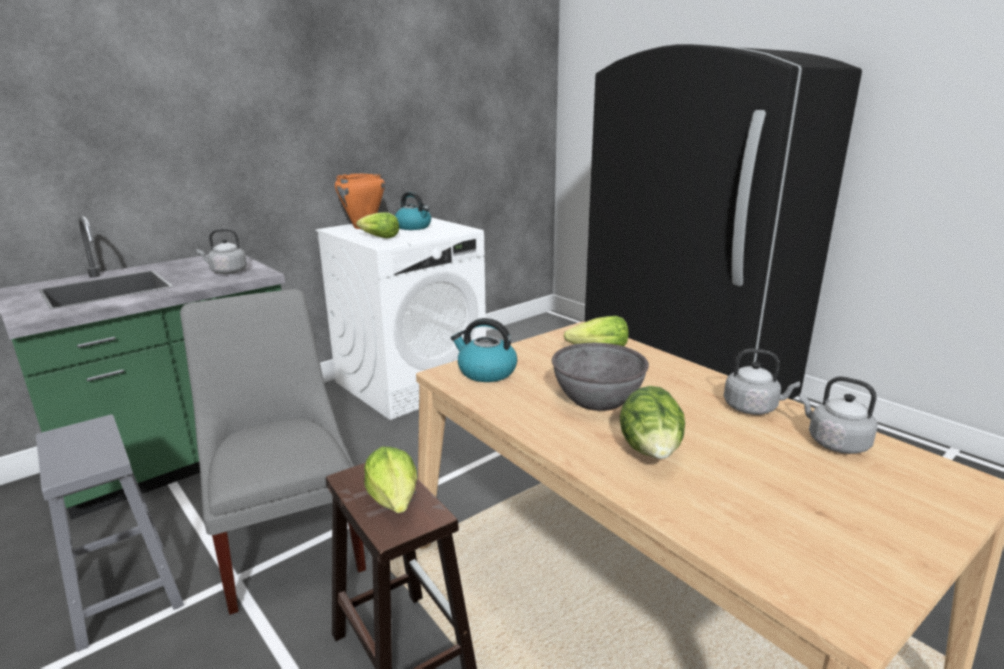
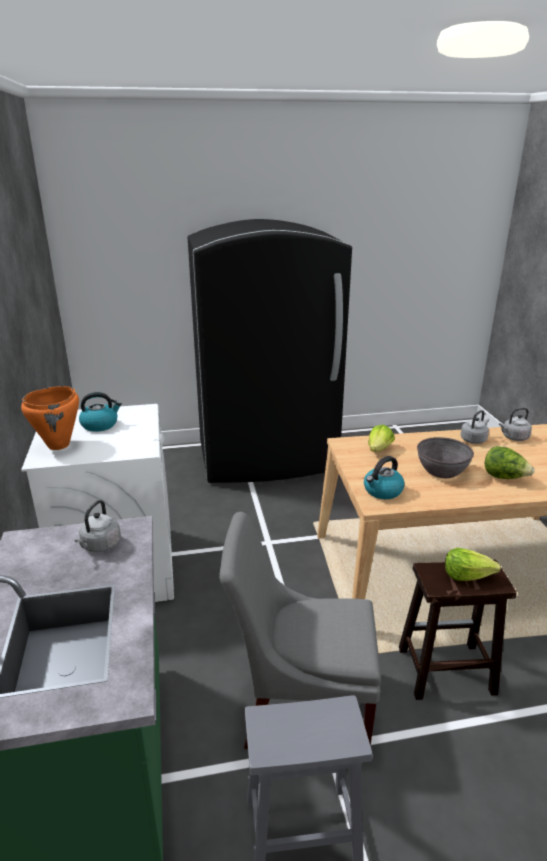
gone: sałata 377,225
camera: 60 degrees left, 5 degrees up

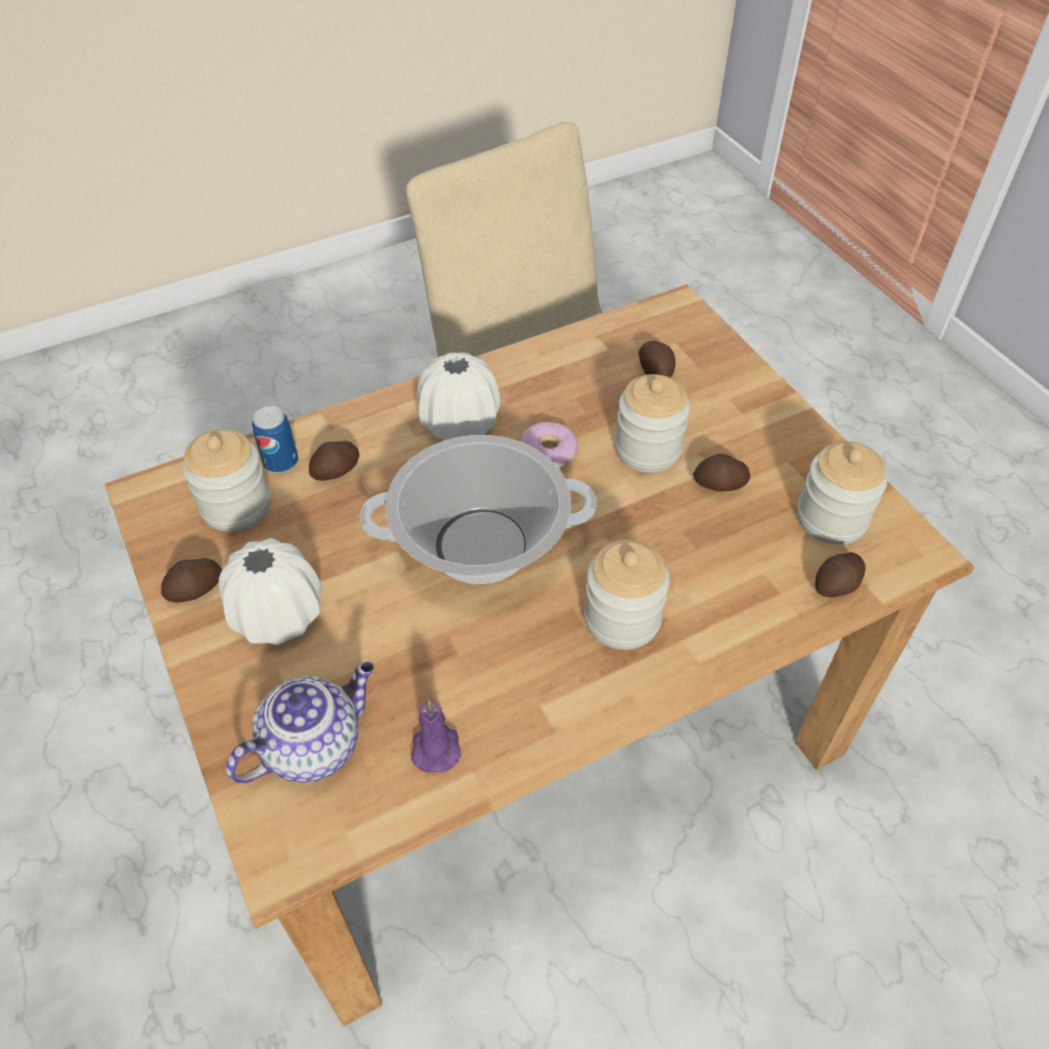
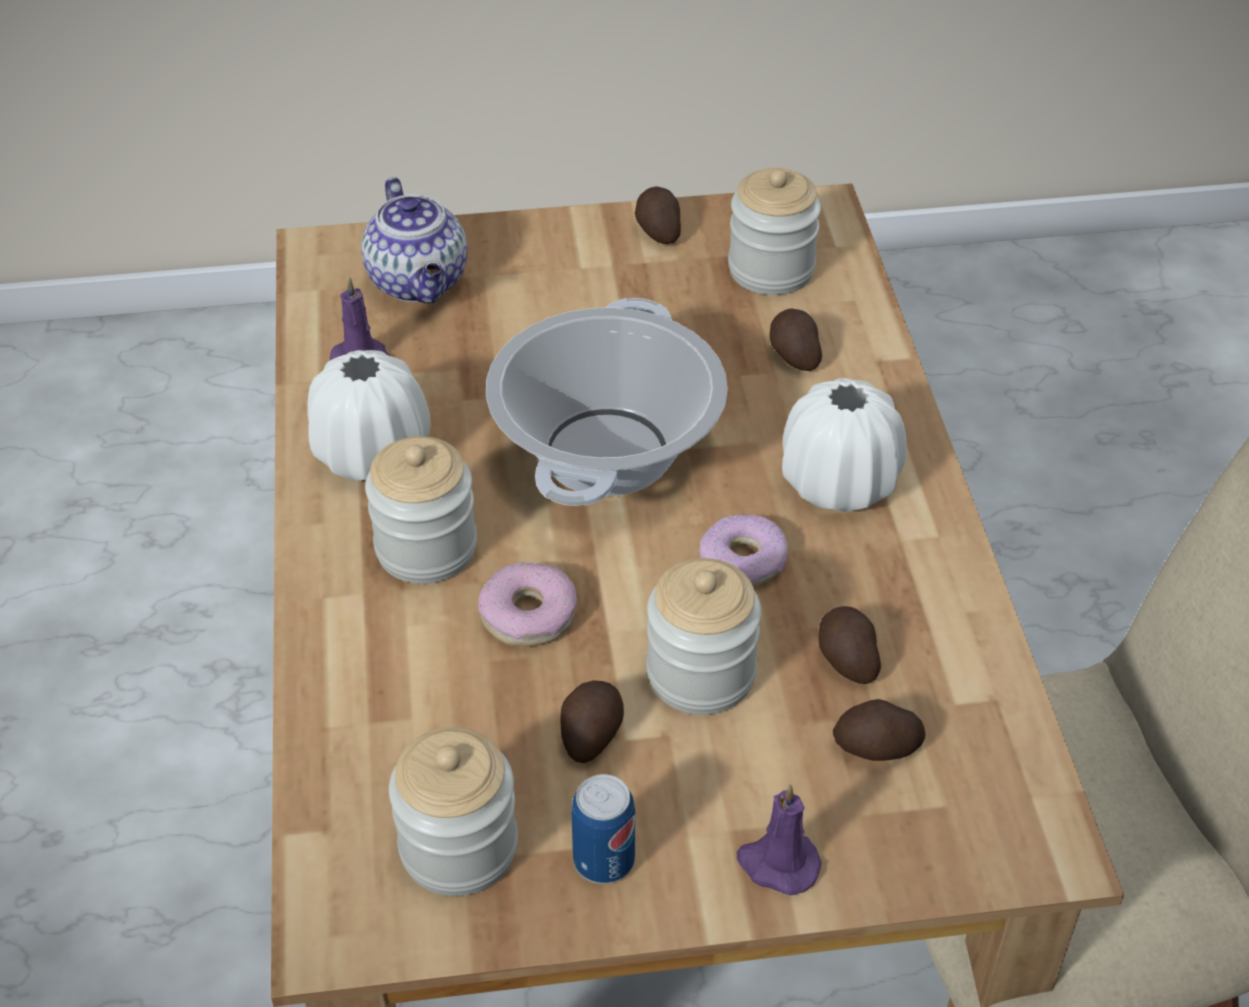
new: donut 527,604; świeca/fioletowy 779,839
shifted: wazon/biały 270,591 to 369,415; puszka 275,439 to 603,829; ziemniak 840,575 to 849,645
camera: 110 degrees right, 5 degrees down

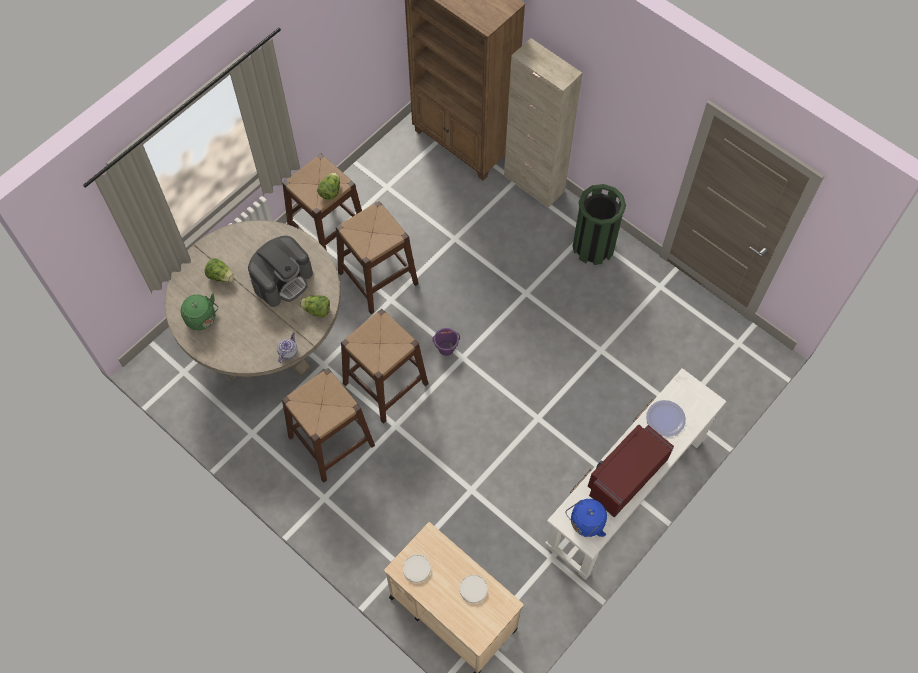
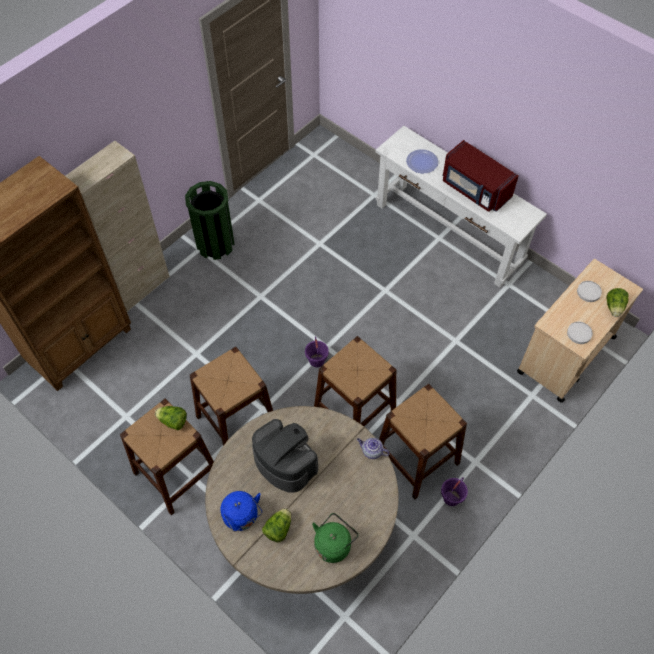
new: wiadro/fioletowy 454,491
shifted: czajnik/niebieski 586,518 to 241,511; sałata 314,306 to 617,302
camera: 90 degrees left, 5 degrees down

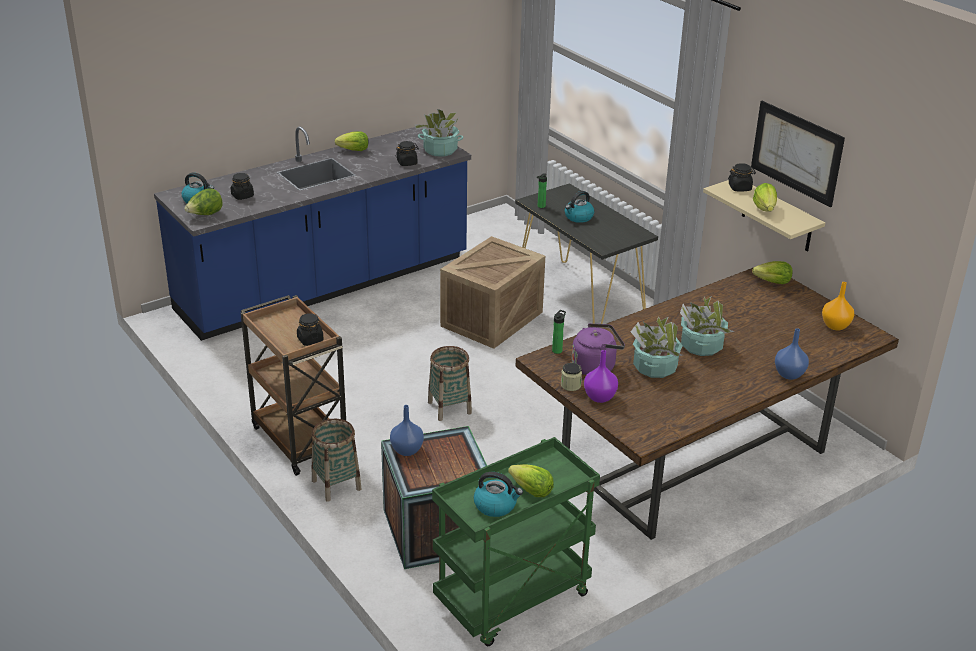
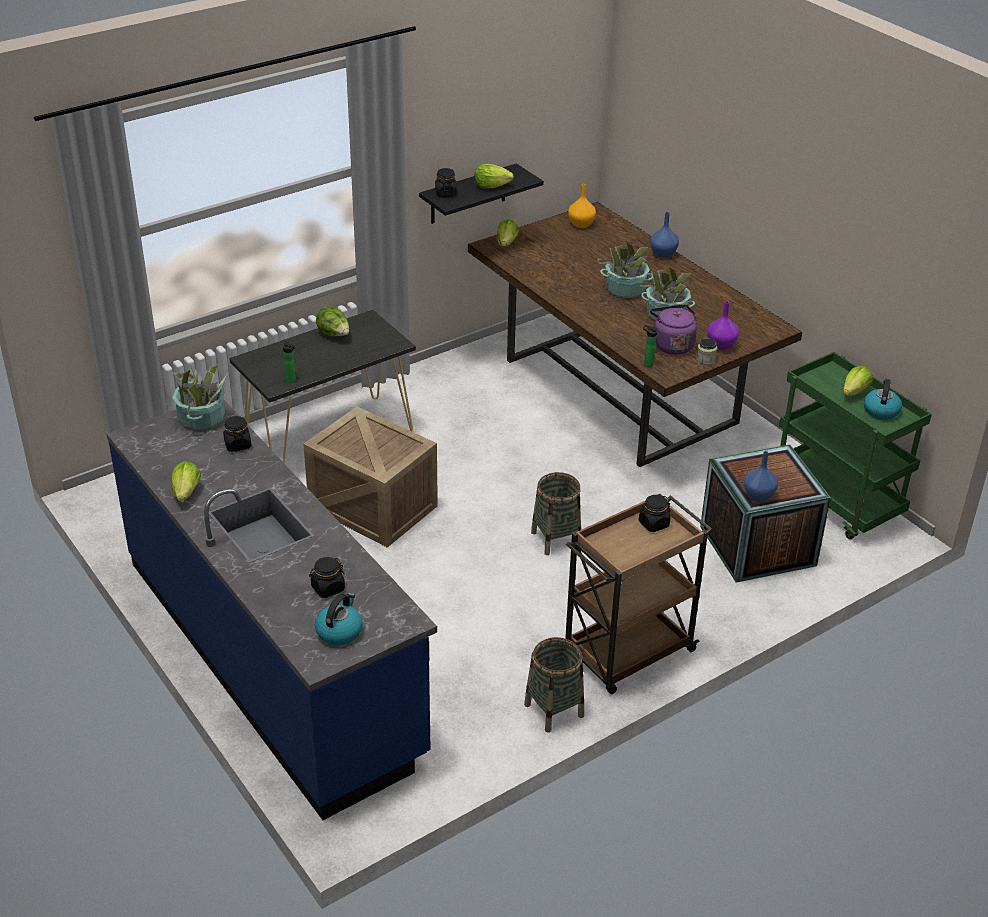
gone: czajnik 579,207; obraz 798,154
shifted: sałata 203,202 to 332,321; koszyk 336,460 to 554,685
repainted: półka/beżowy 764,216 to półka/czarny 481,193
camera: 90 degrees left, 5 degrees up

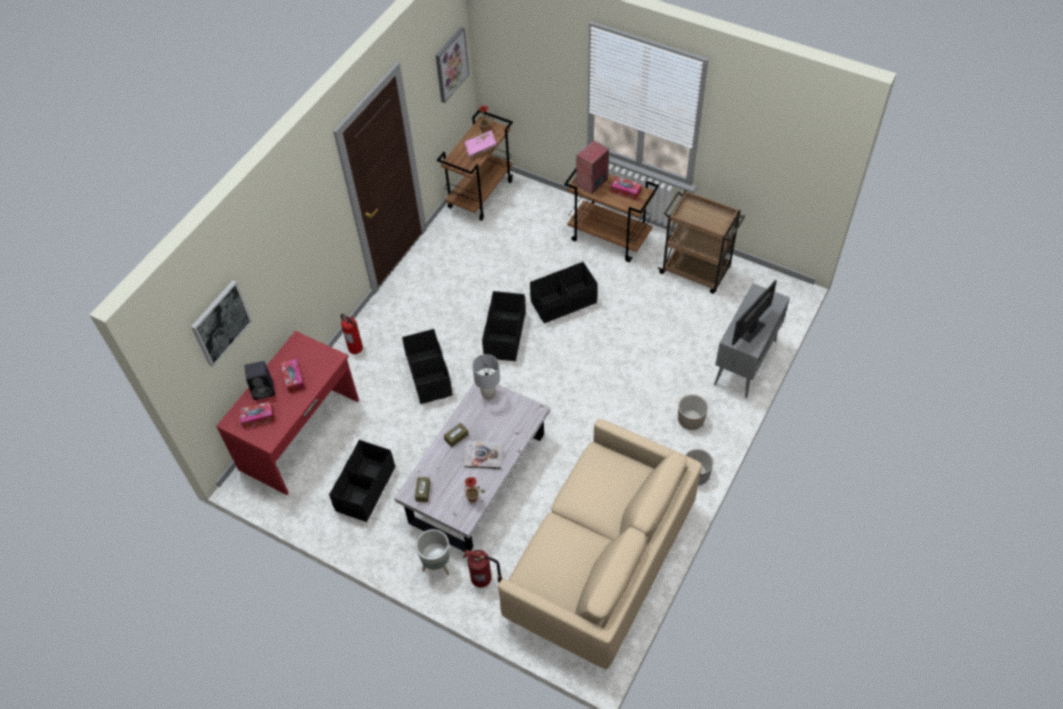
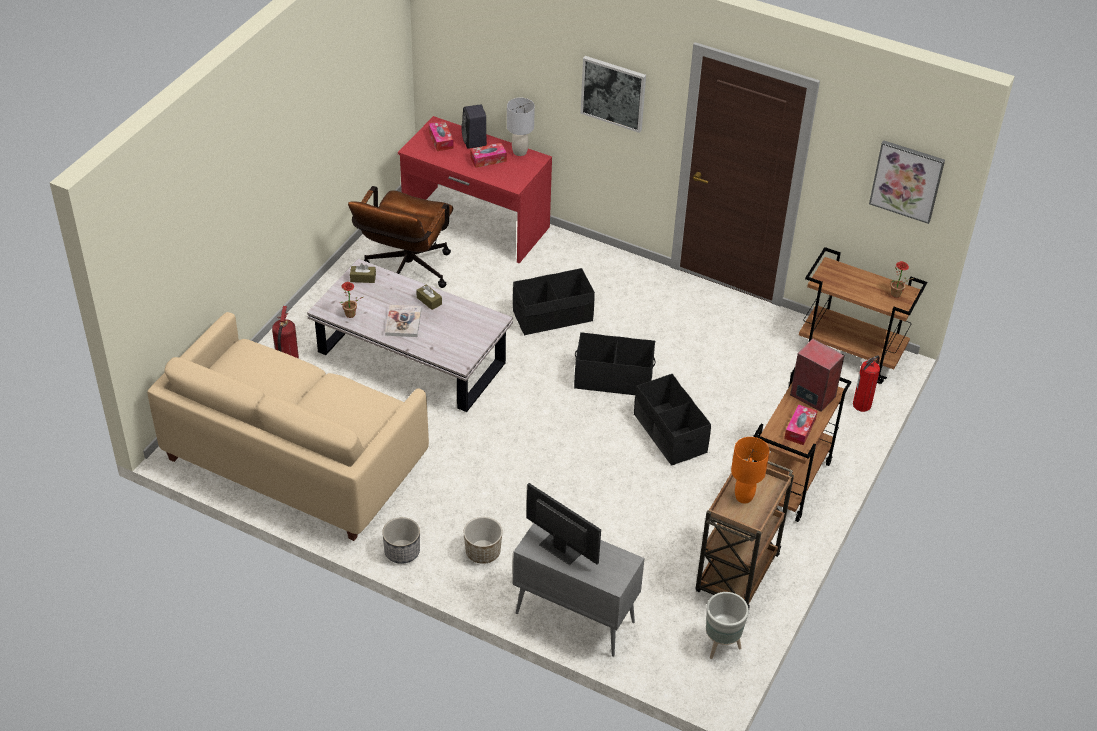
gone: książka/różowy 481,144
new: lampa stołowa/pomarańczowy 750,470
shifted: lampa stołowa/szary 486,377 to 521,127; obraz 221,323 to 613,94; donica/szary 432,552 to 727,625; gaśnica 352,334 to 866,383
swapped: pojemnik do przechowywania/czarny 362,481 to krzesło biurowe/brązowy 400,237
camera: 85 degrees right, 10 degrees down

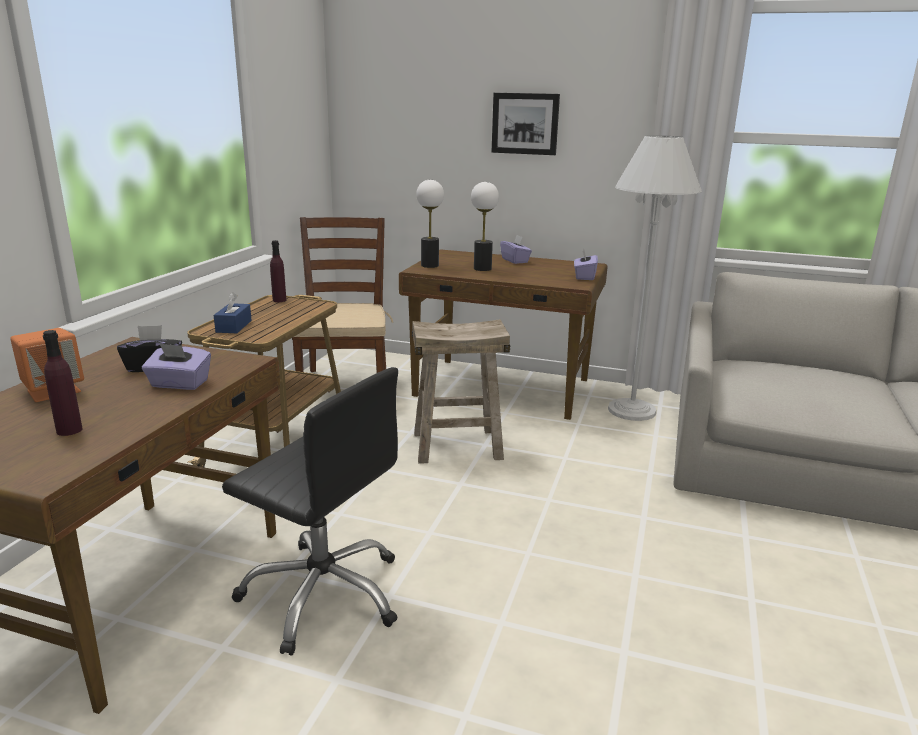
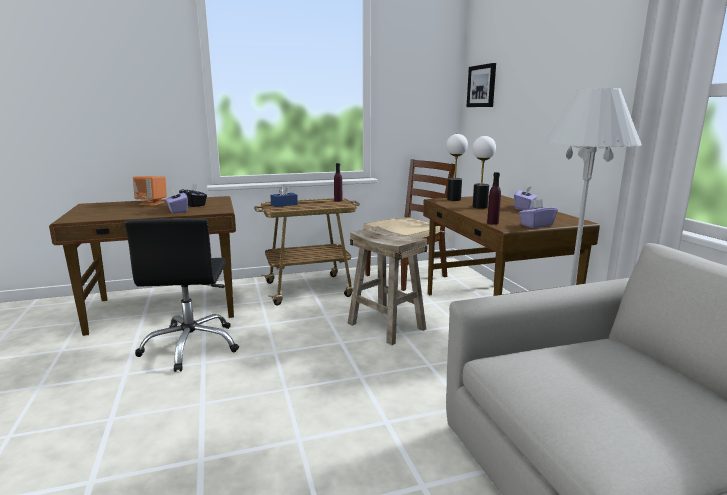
shifted: obraz 526,124 to 481,85; butelka/fioletowy 63,383 to 494,198
camera: 55 degrees right, 5 degrees down

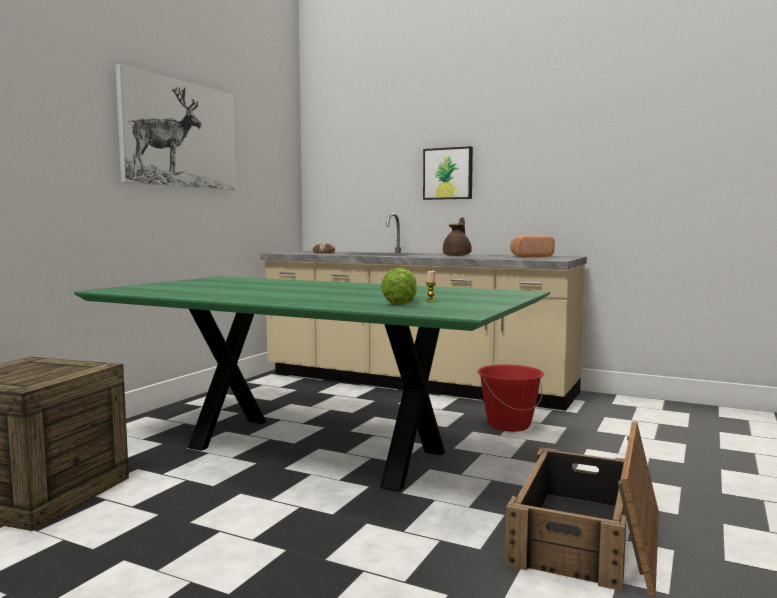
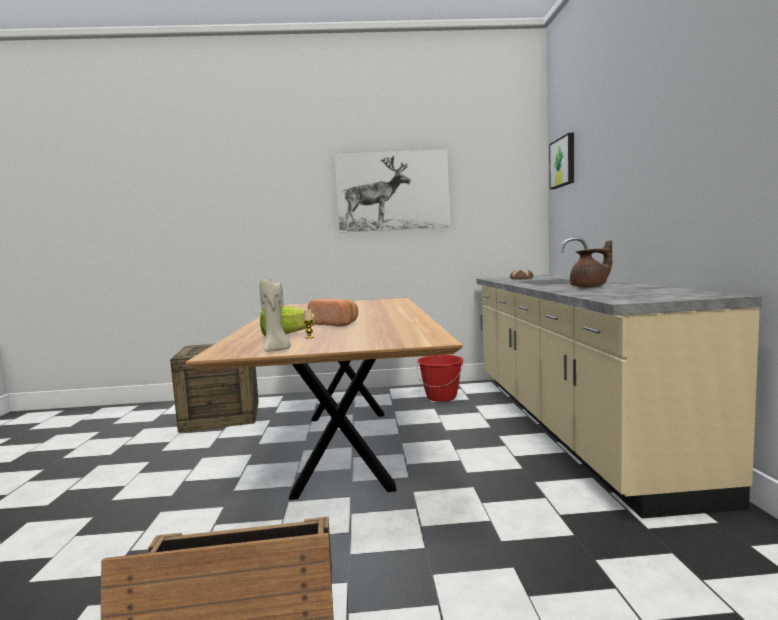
new: świeca/beżowy 275,315
shifted: chleb 533,246 to 333,312; wiadro/czerwony 510,398 to 440,378; obraz 448,173 to 561,161
repainted: stół jadalny/zielony 312,384 to stół jadalny/brązowy 324,399
camera: 60 degrees right, 0 degrees up

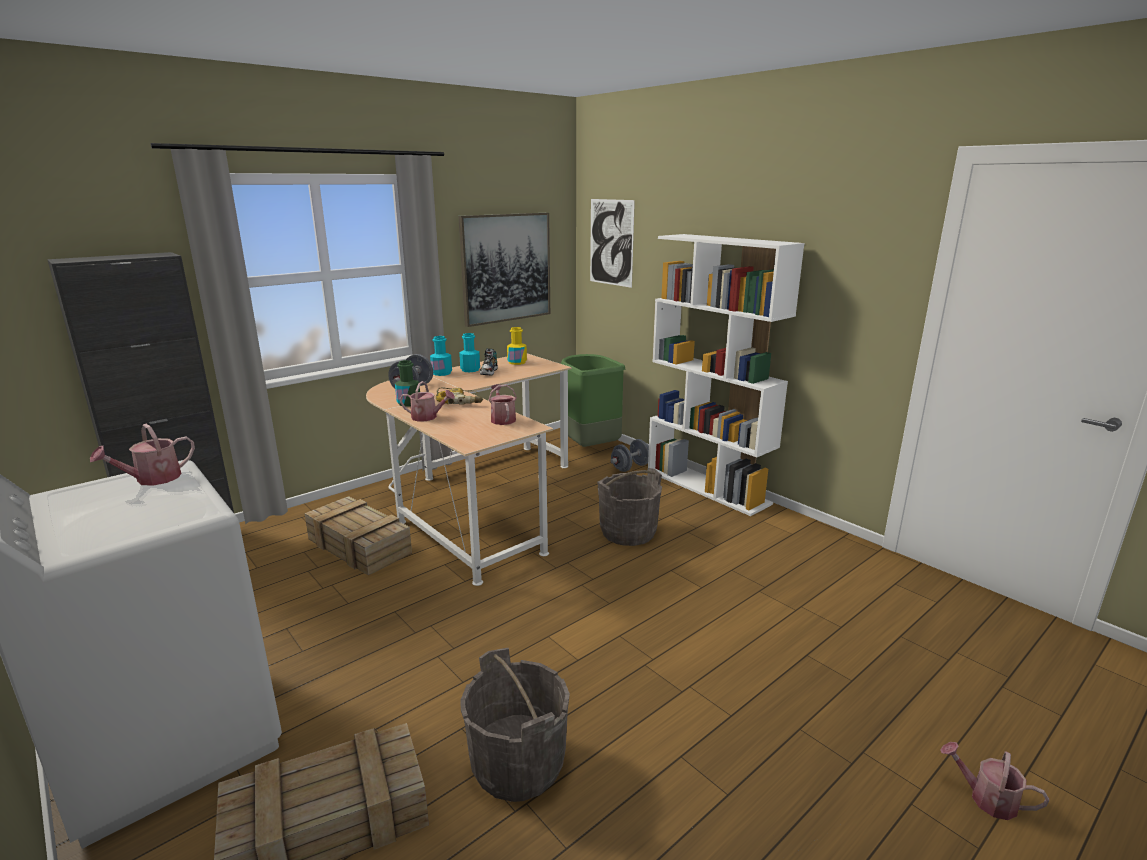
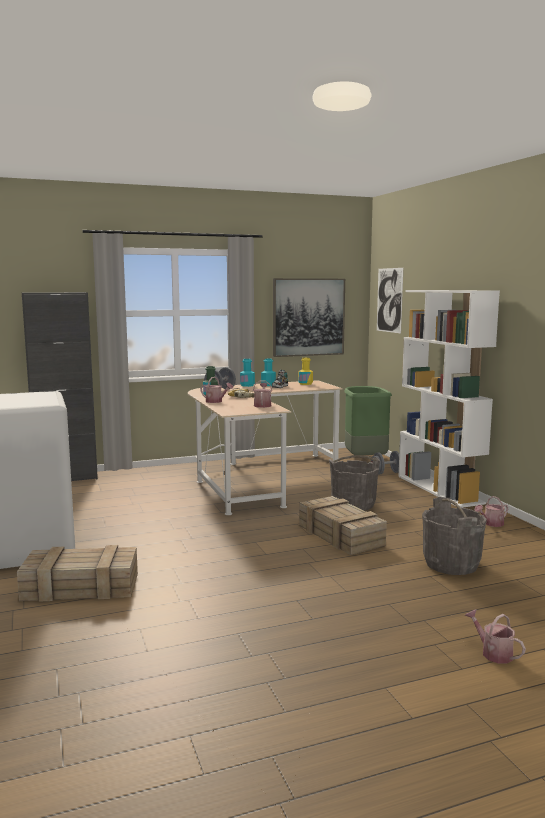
shifted: skrzynka 358,536 to 343,525; wiadro/szary 515,724 to 454,536; konewka 142,455 to 491,511
camera: 20 degrees right, 10 degrees down

